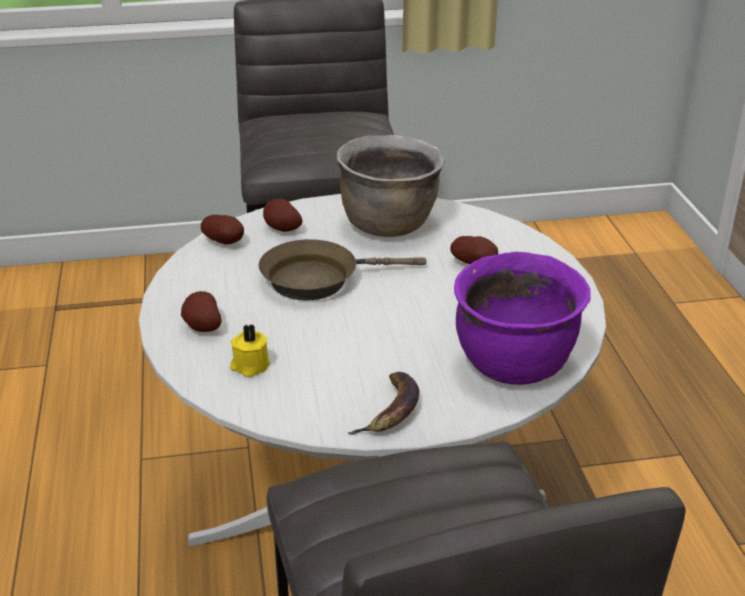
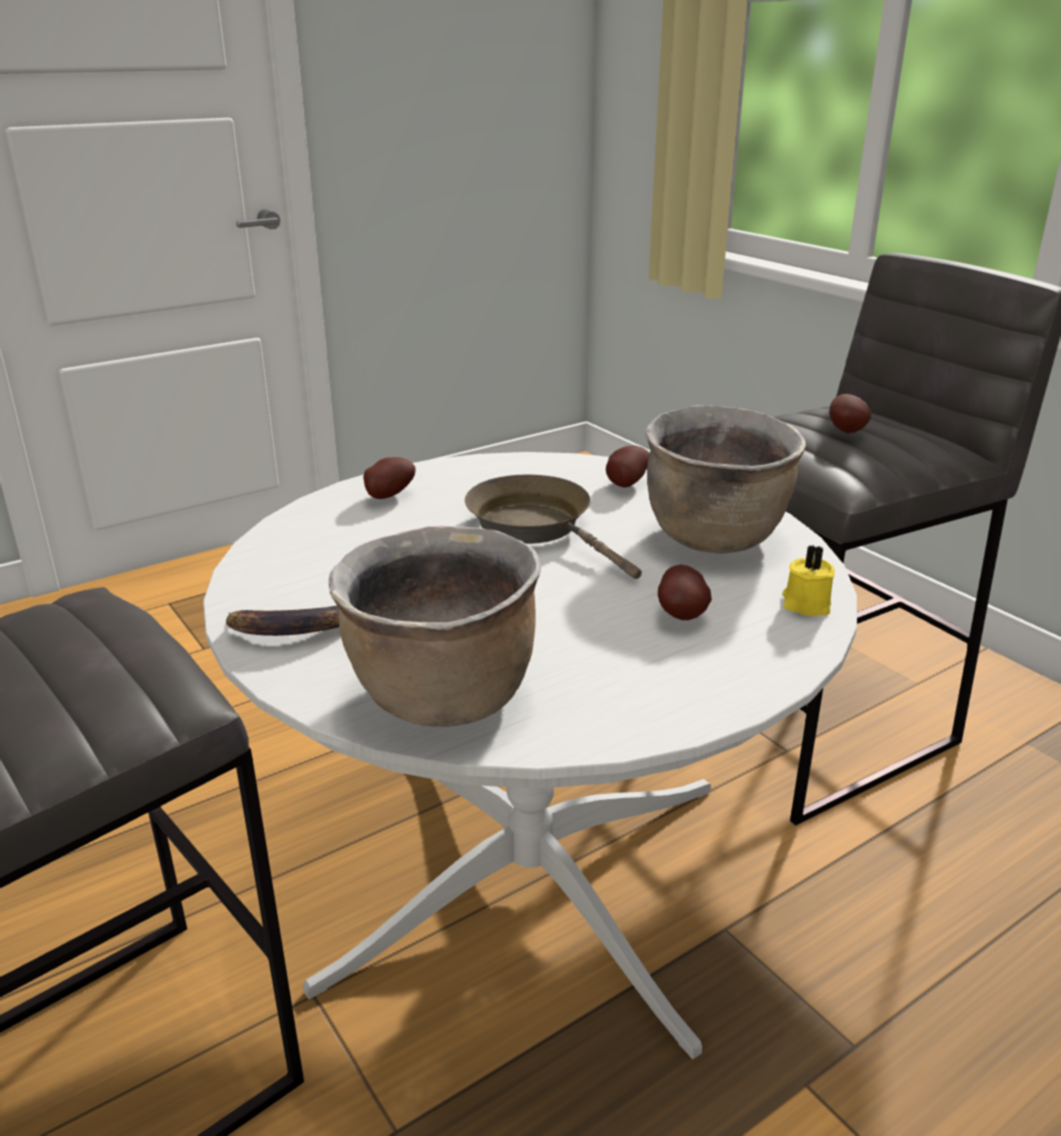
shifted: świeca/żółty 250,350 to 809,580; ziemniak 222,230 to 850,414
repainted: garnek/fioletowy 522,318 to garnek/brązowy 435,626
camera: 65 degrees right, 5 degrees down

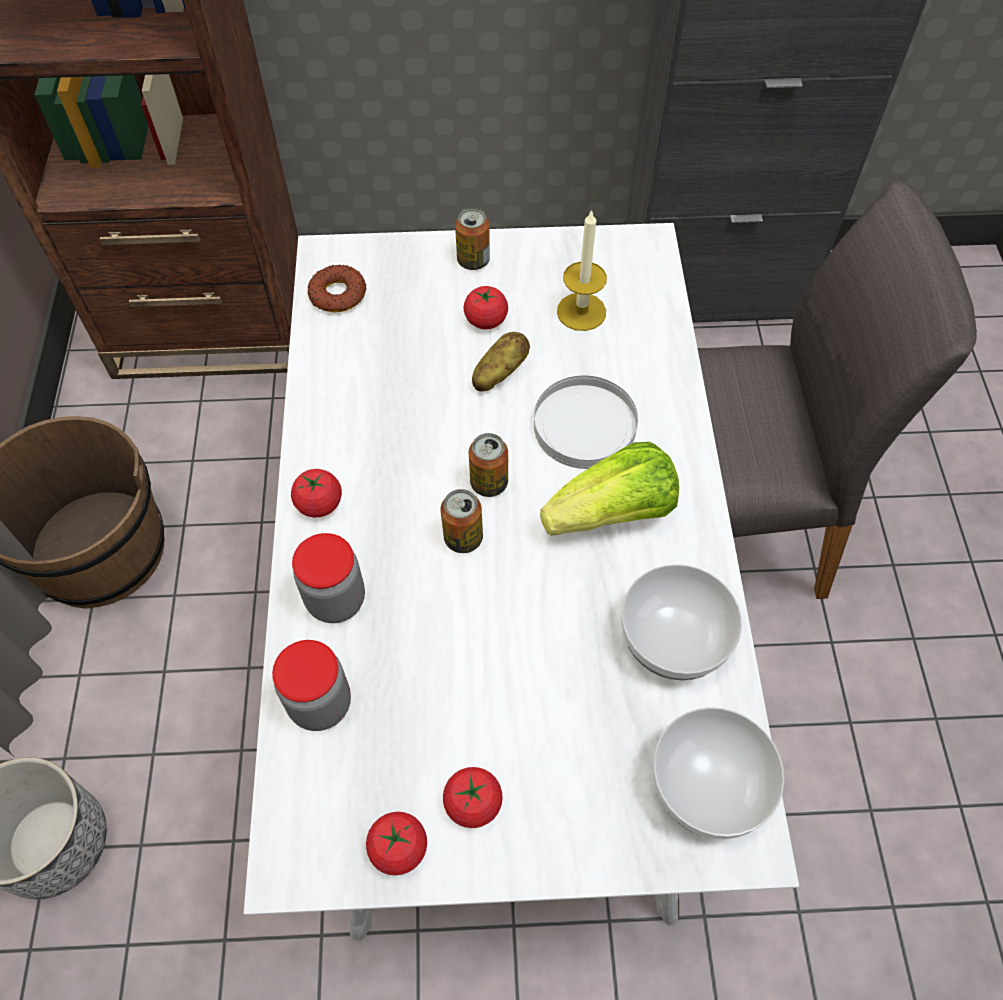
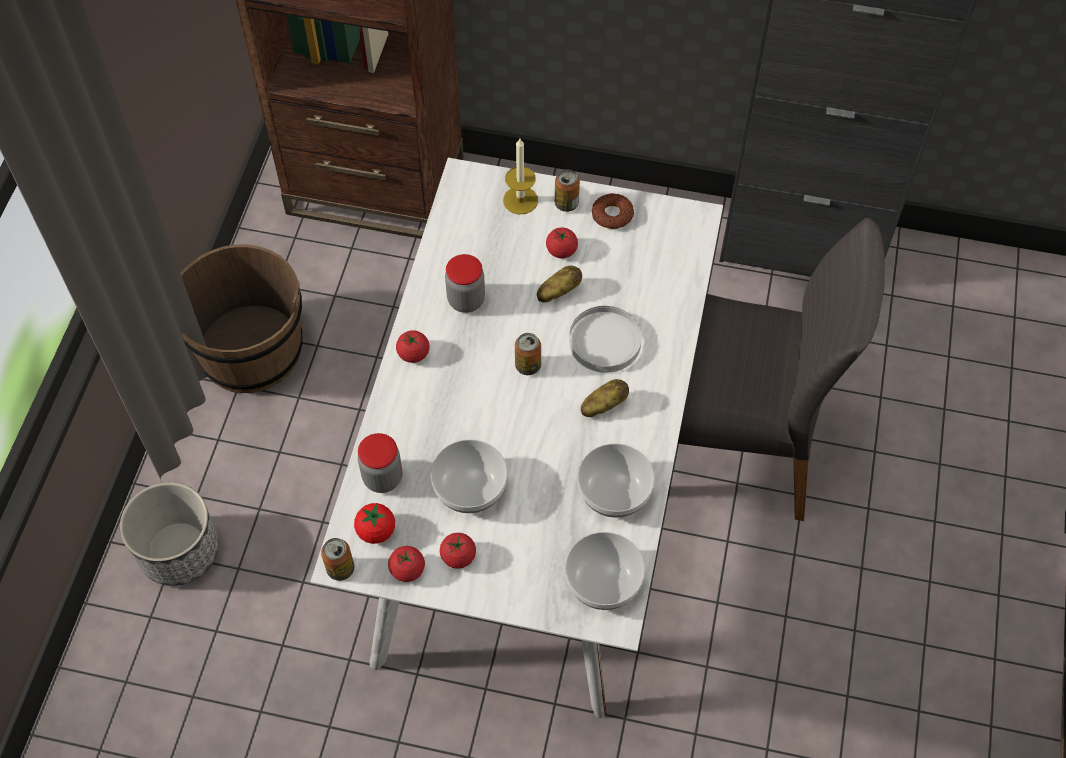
new: pomidor 374,523; miska 469,476
shifted: puszka 461,521 to 337,559; słoik 328,578 to 465,283; świeca 582,270 to 520,176; donut 337,289 to 613,211
swapped: sałata 609,489 to ziemniak 605,398
camera: 15 degrees right, 0 degrees up

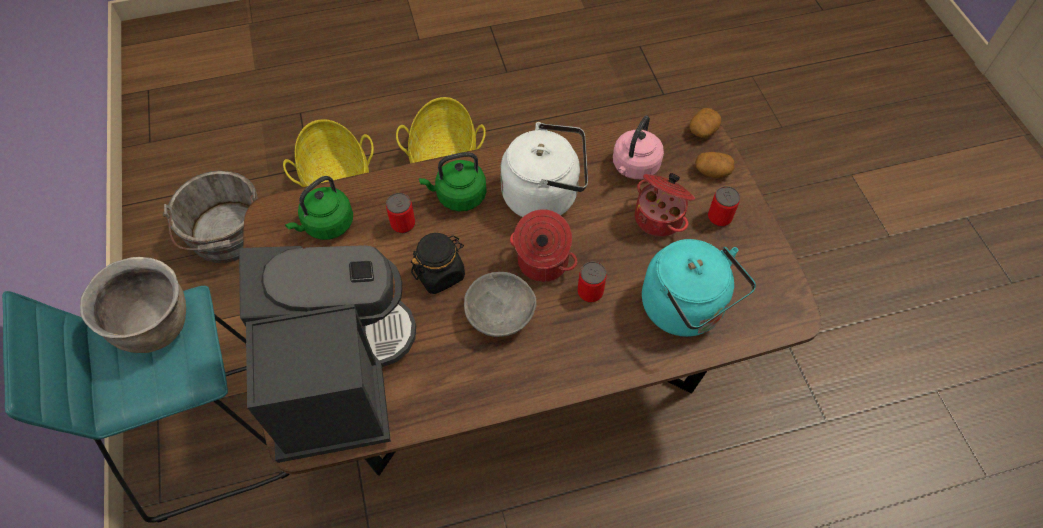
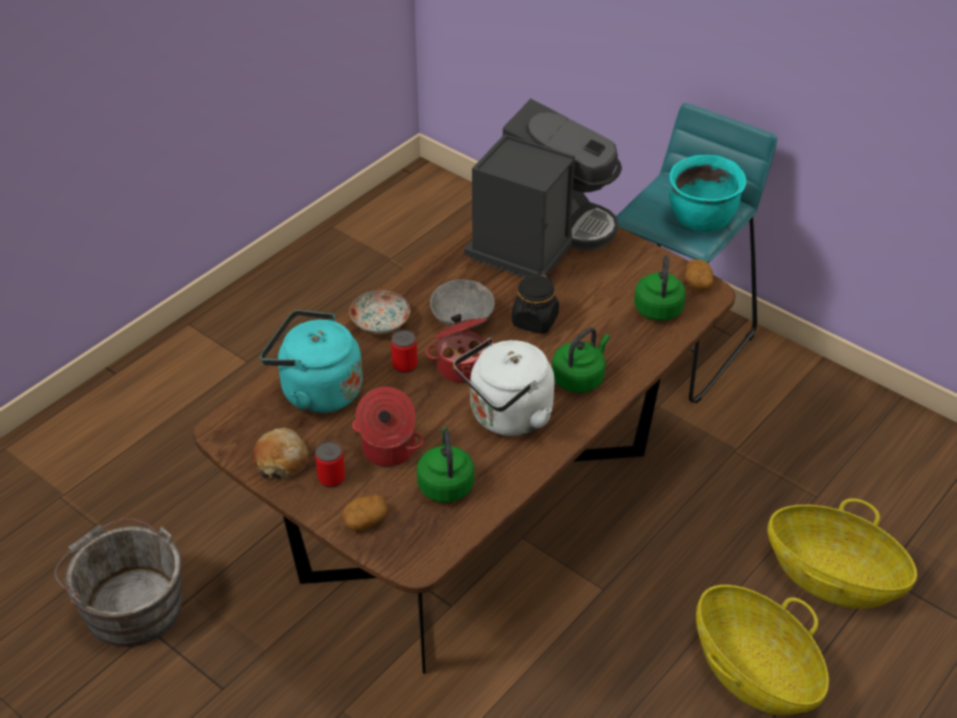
gone: puszka 400,213
new: chleb 280,454; talerz 380,312
shifted: wiadro/szary 211,217 to 118,582; ziemniak 705,123 to 699,274
repainted: czajnik/różowy 638,147 to czajnik/zielony 445,464; garnek/brązowy 133,305 to garnek/turkusowy 707,193
rotated: ekspres do kawy 327,354 = 543,188 105 degrees counterclockwise
camera: 145 degrees right, 15 degrees down

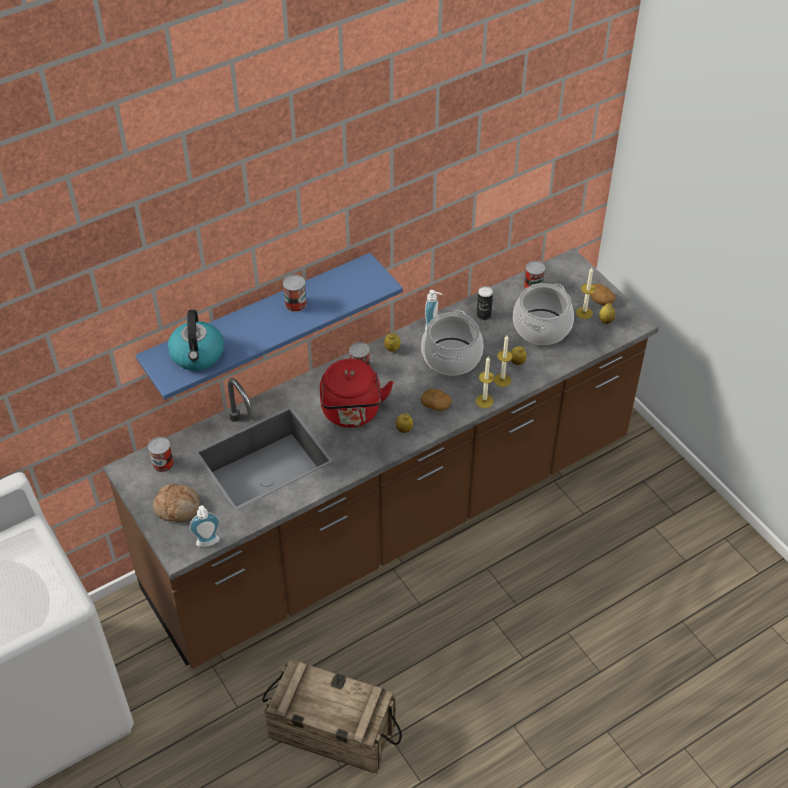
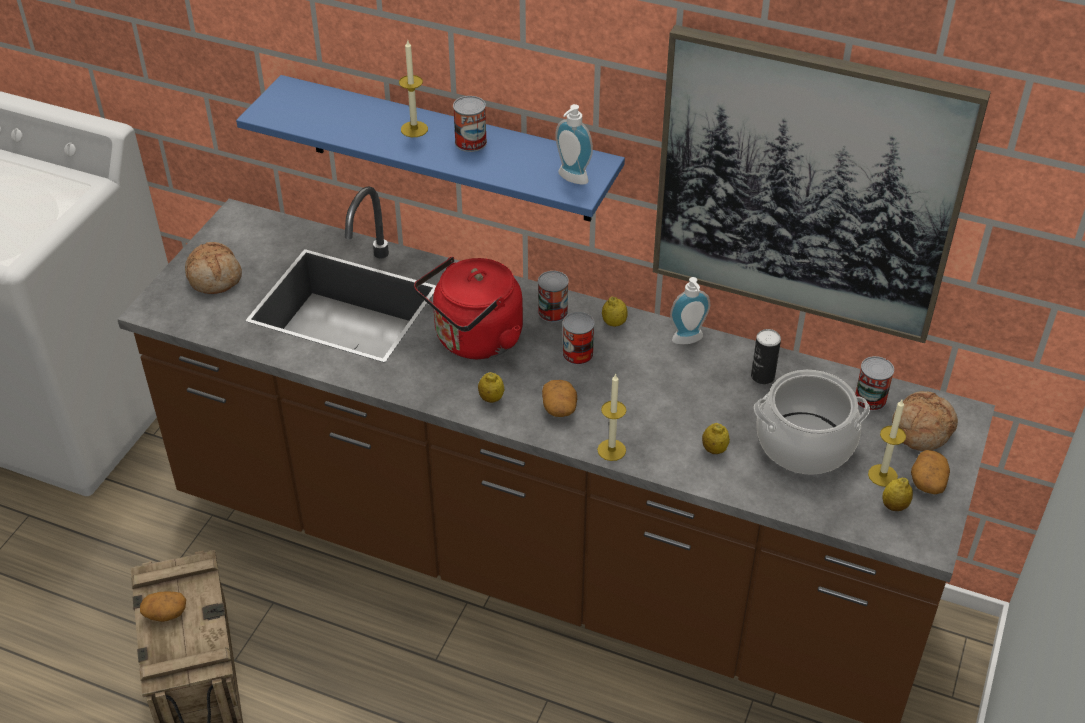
gone: czajnik 196,340; garnek 452,343
new: ziemniak 163,607; obraz 822,184; chleb 925,421
shifted: świeca 503,361 to 413,88; dozownik mydła 204,526 to 574,144; puszka 161,455 to 578,338
camera: 55 degrees right, 5 degrees down

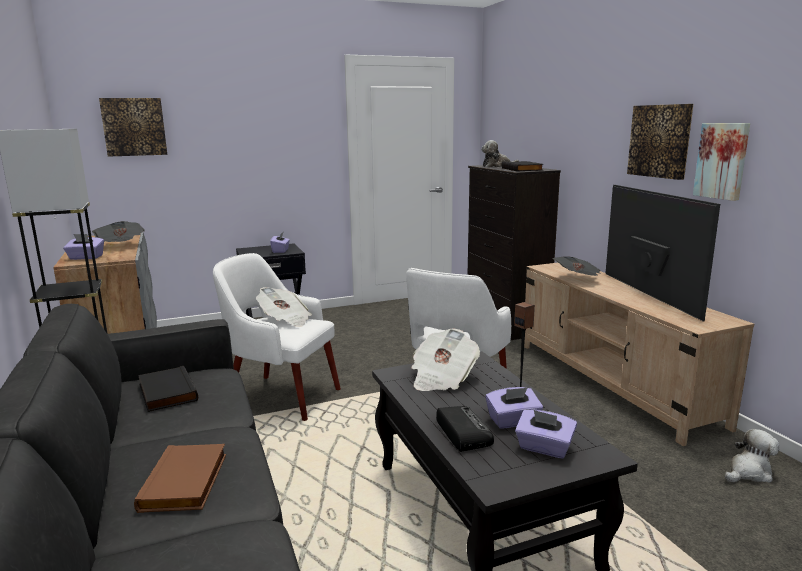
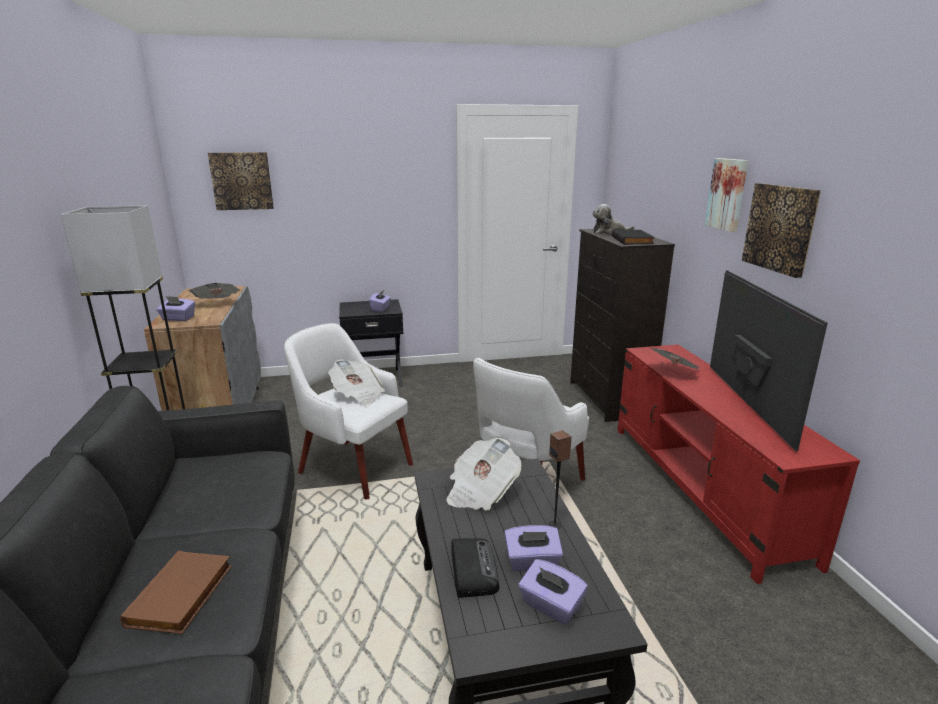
gone: książka/czarny 168,389; pluszak 752,456
shifted: obraz 721,162 to 727,195
repainted: szafka pod telewizor/beżowy 639,354 to szafka pod telewizor/czerwony 738,464
camera: 10 degrees right, 5 degrees up

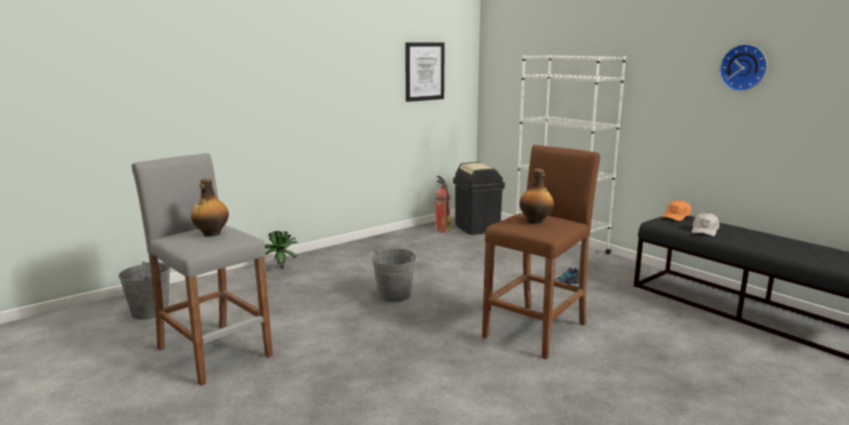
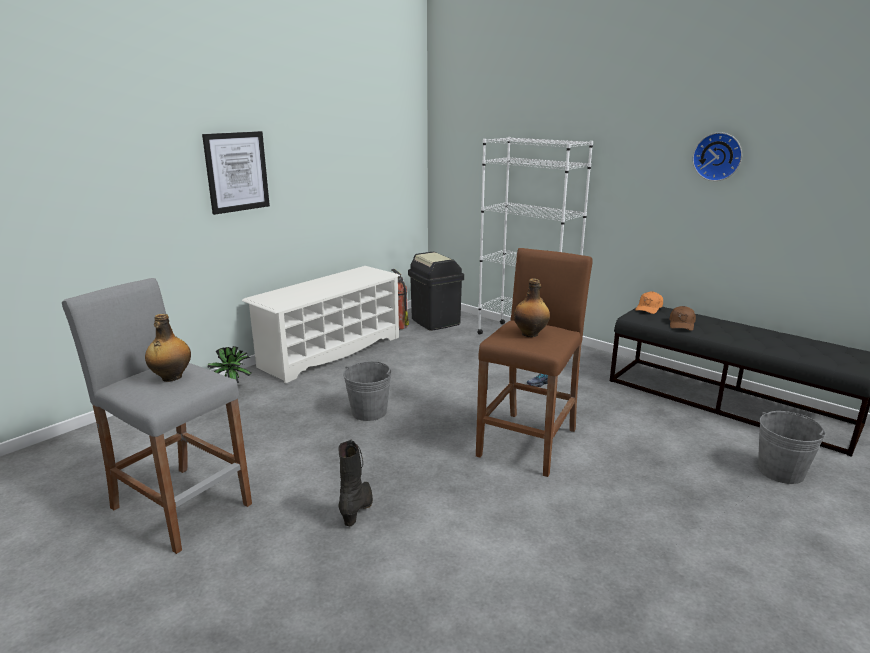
new: regał na buty/biały 321,325; but z cholewką/czarny 355,483
shifted: obraz 425,72 to 236,173; wiadro/szary 144,290 to 791,447
repainted: czapka z daszkiem/biały 706,224 to czapka z daszkiem/brązowy 682,318
camera: 10 degrees left, 5 degrees up

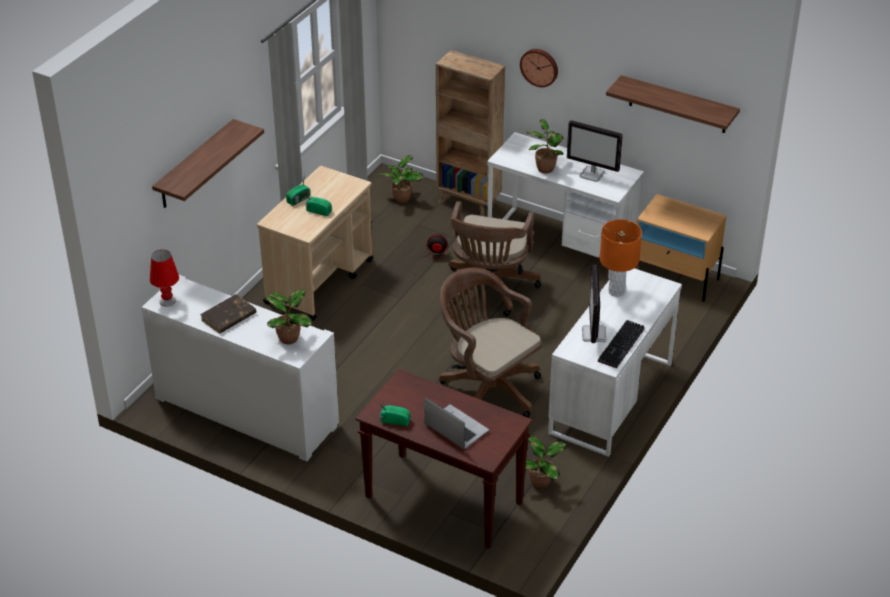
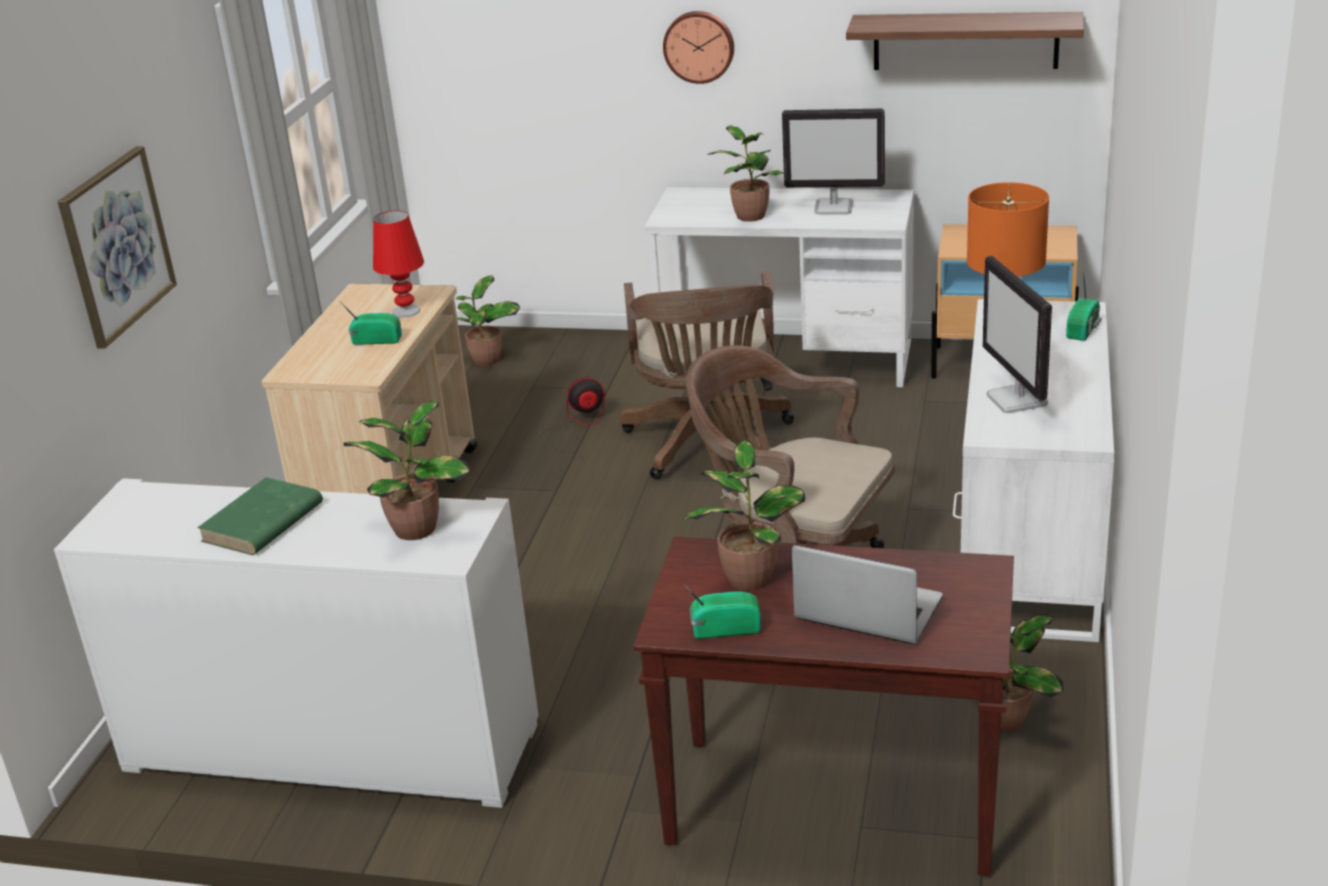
gone: regał/brązowy 470,133; klawiatura 621,344
new: roślina doniczkowa 744,515
shifted: lampa stołowa/czerwony 164,278 to 398,264; radio 298,189 to 1083,306
swapped: półka 208,163 to obraz 117,247
repainted: książka/brązowy 228,314 to książka/zielony 260,516
camera: 15 degrees left, 10 degrees down

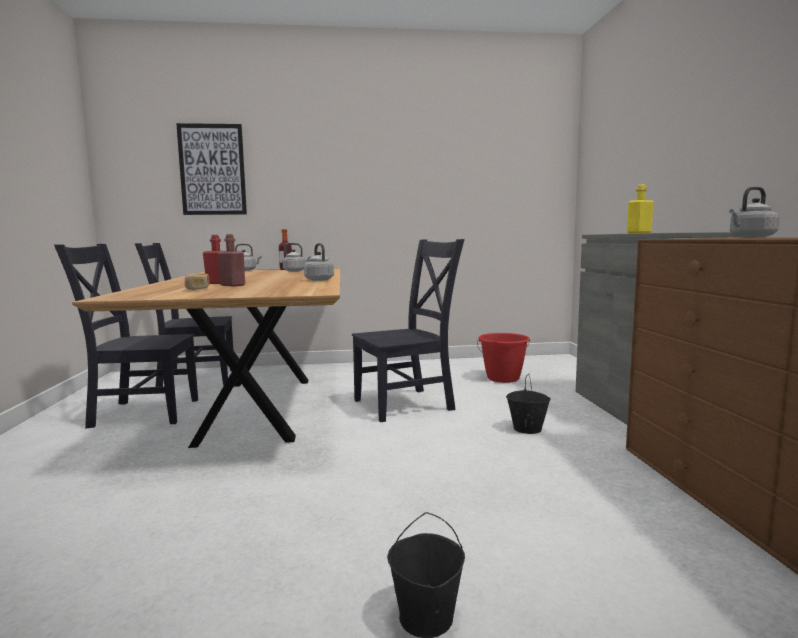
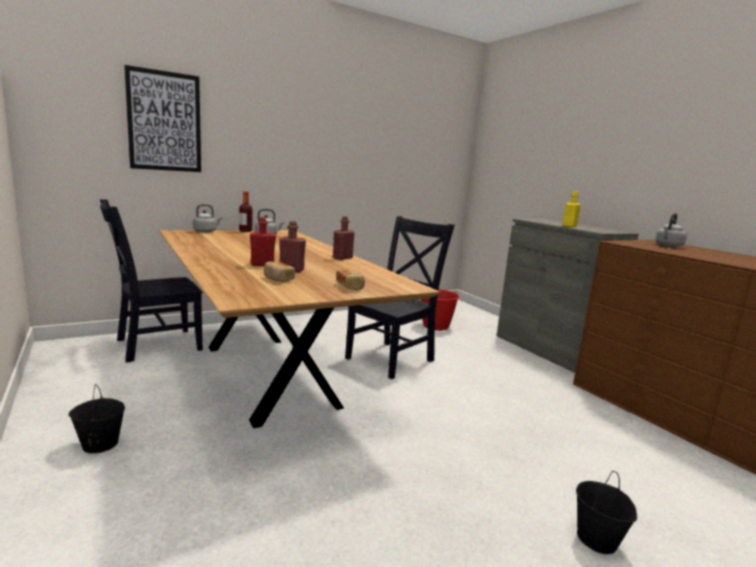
gone: krzesło/czarny 126,336
new: chleb 350,279
shifted: wiadro/czarny 528,403 to 96,418
swapped: czajnik/szary 319,262 to butelka/czerwony 343,238
camera: 25 degrees left, 5 degrees up

